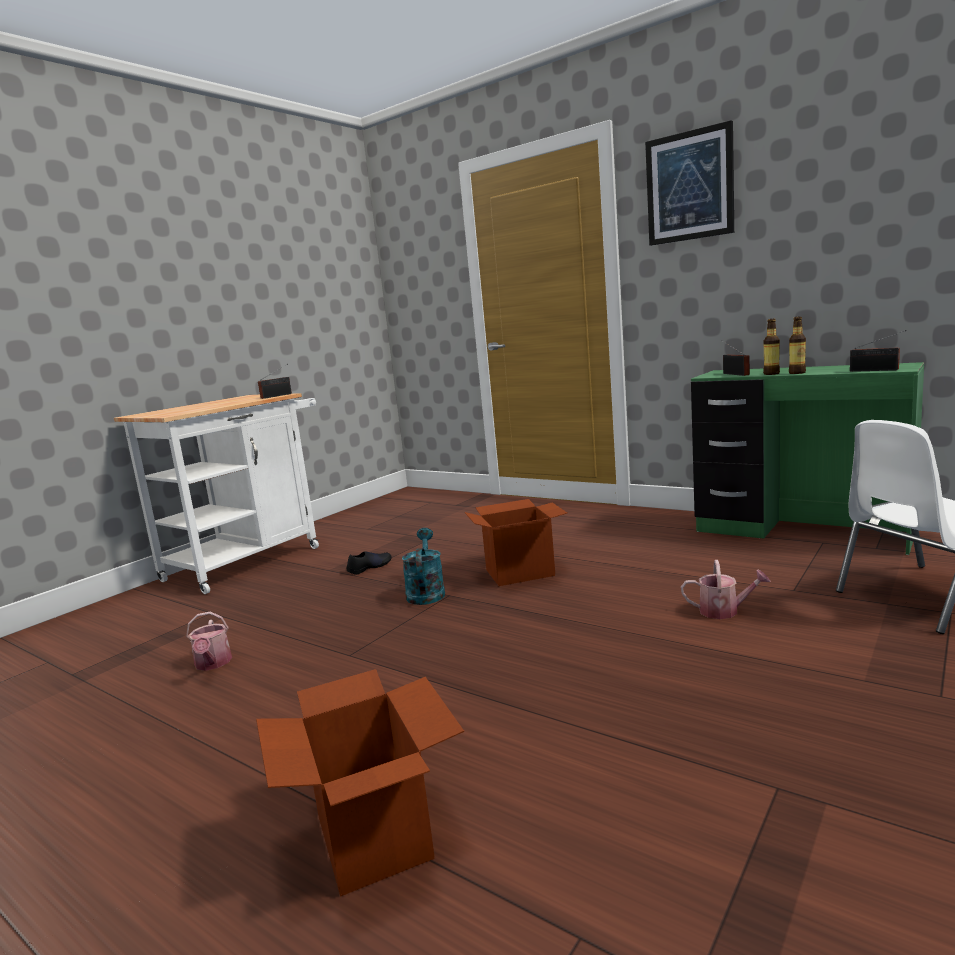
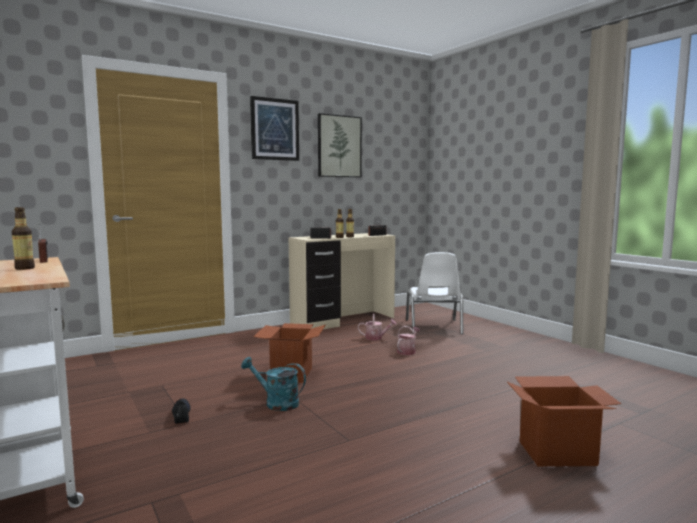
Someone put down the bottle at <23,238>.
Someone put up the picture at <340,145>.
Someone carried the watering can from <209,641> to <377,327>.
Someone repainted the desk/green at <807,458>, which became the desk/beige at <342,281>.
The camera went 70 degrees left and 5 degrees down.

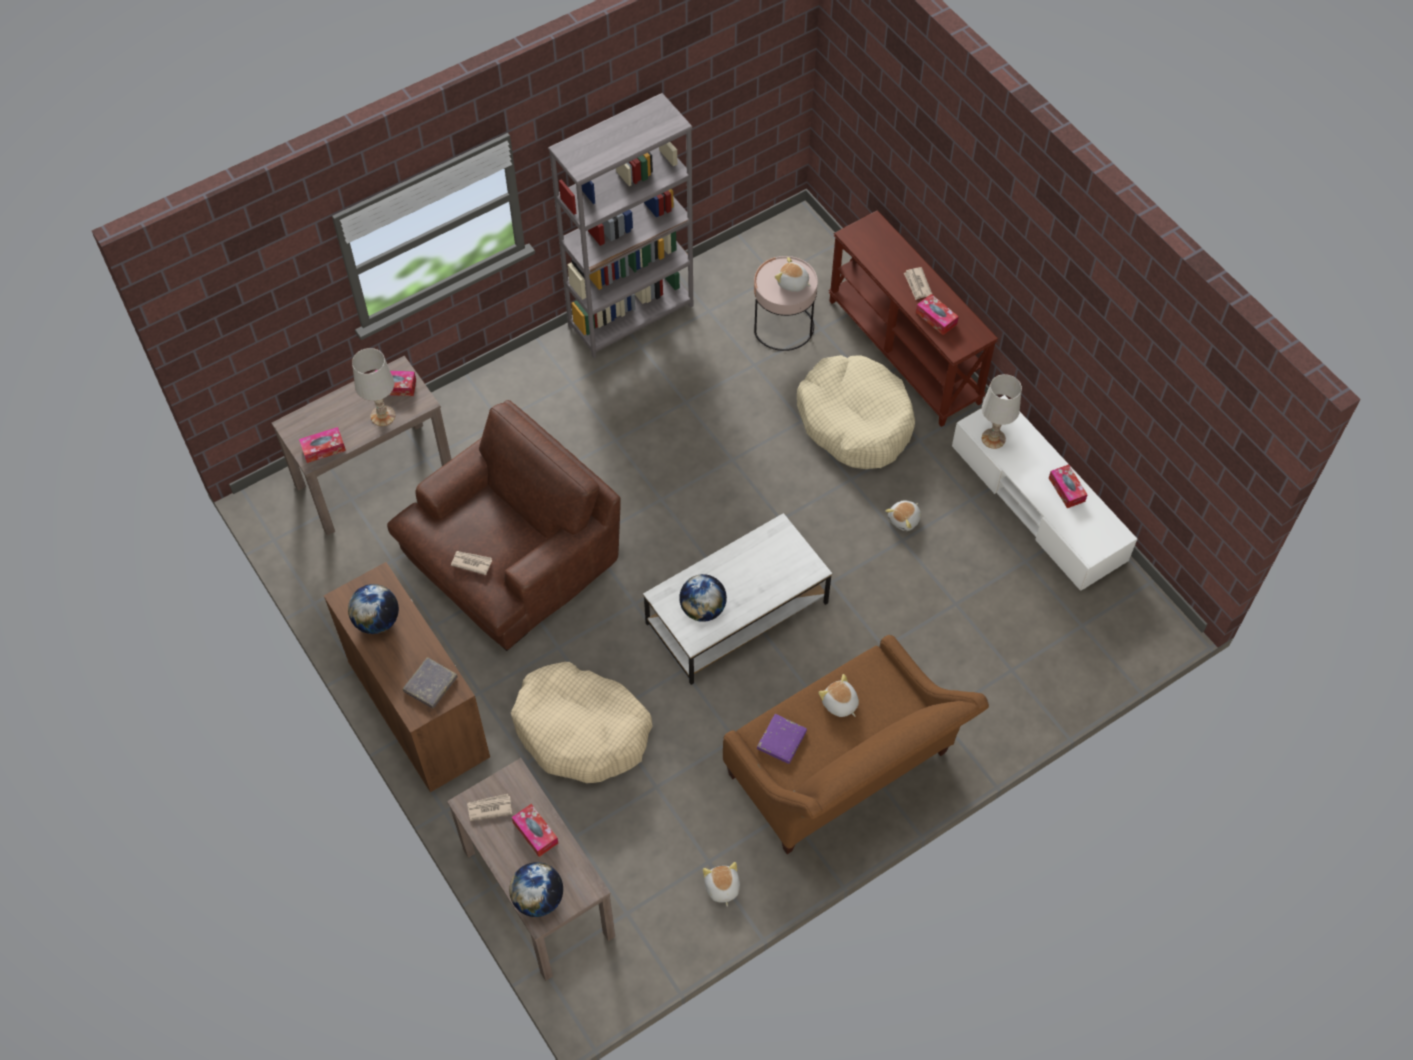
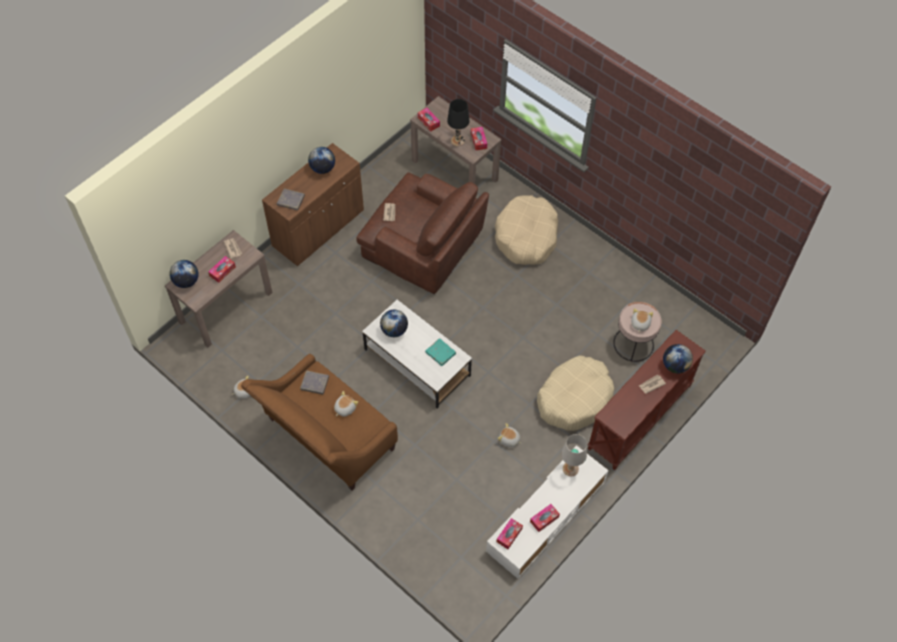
Someone took away the bookcase/grey at <620,225>.
Someone put down the book/turquoise at <440,352>.
Someone put down the globe at <678,359>.
Someone carried the dog bed/beige from <581,722> to <526,230>.
Someone carried the tissue box from <937,314> to <510,533>.
Someone repainted the table lamp/white at <374,387>, which became the table lamp/black at <458,122>.
Someone repainted the book/purple at <782,739>, which became the book/grey at <314,382>.
The camera went 75 degrees right and 0 degrees up.

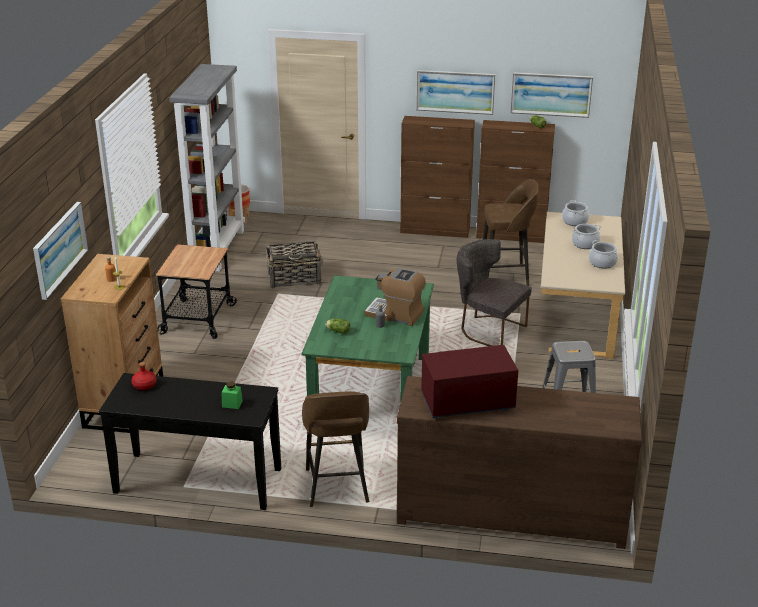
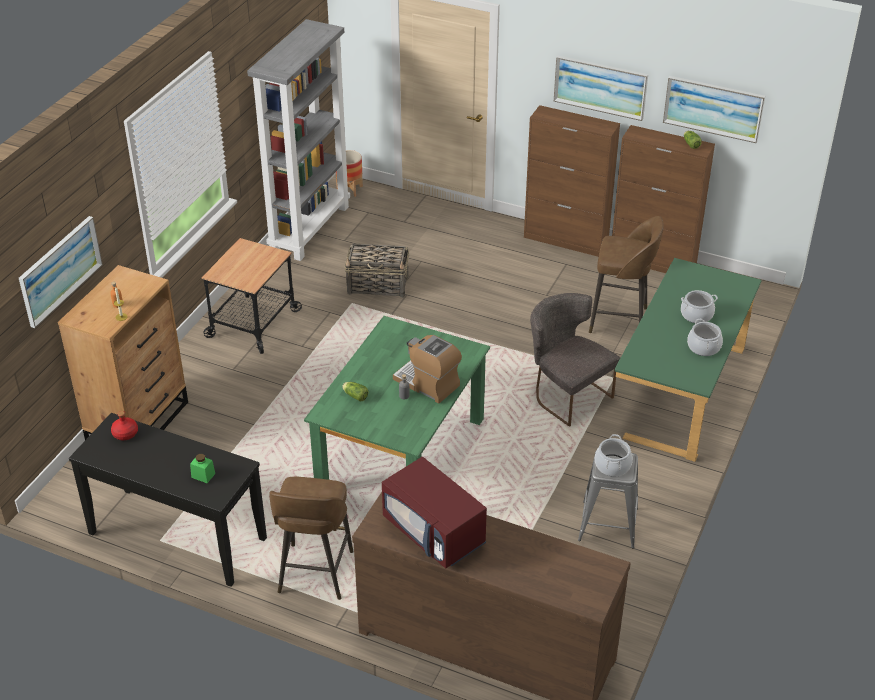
Someone carried the cooking pot from <575,213> to <614,455>.
Someone repainted the desk/beige at <583,285>, which became the desk/green at <688,360>.
Someone rotated the microwave/red at <469,381> by 135 degrees counterclockwise.
The camera went 15 degrees right and 10 degrees up.

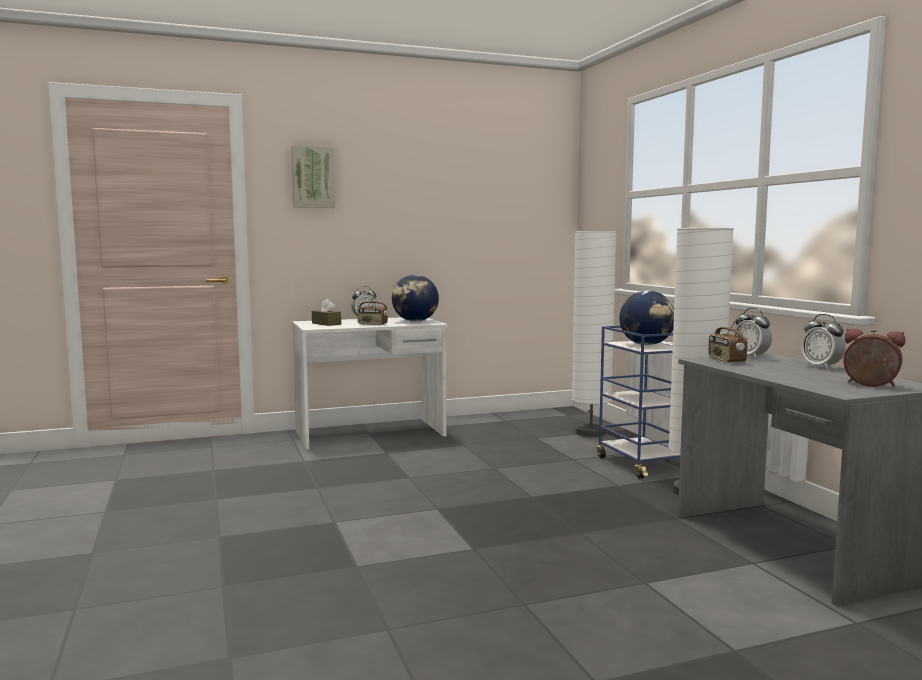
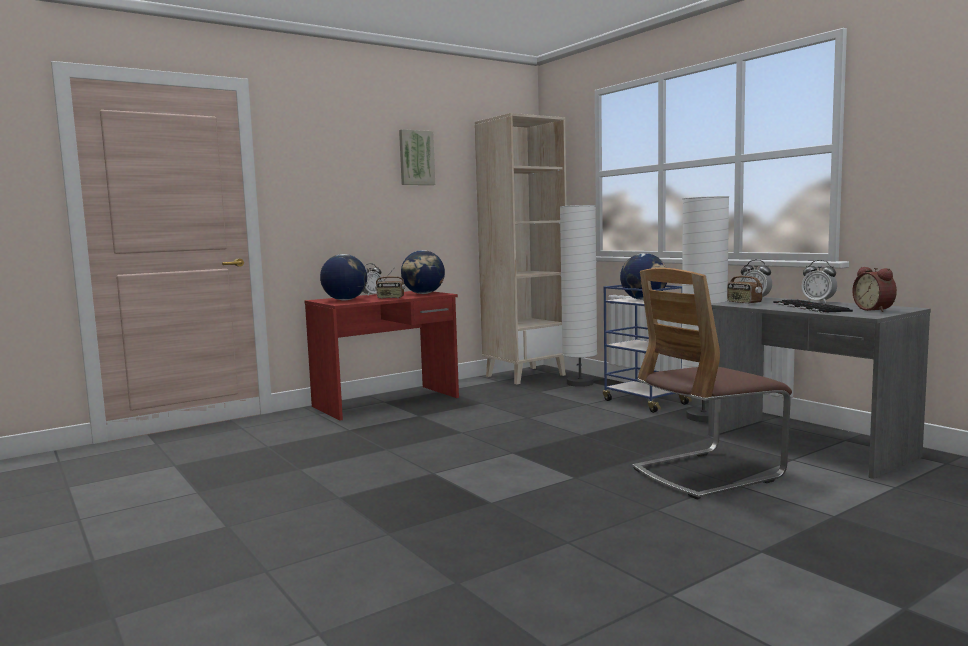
Someone put down the bookcase/beige at <521,249>.
Someone put down the chair at <712,384>.
Someone put down the keyboard at <813,306>.
Someone carried the picture from <313,176> to <417,157>.
Someone swapped the tissue box/brown at <326,312> for the globe at <343,277>.
Someone repainted the desk/white at <370,383>, which became the desk/red at <382,356>.
Someone rotated the alarm clock at <874,358> by 120 degrees counterclockwise.
The camera went 15 degrees left and 0 degrees up.

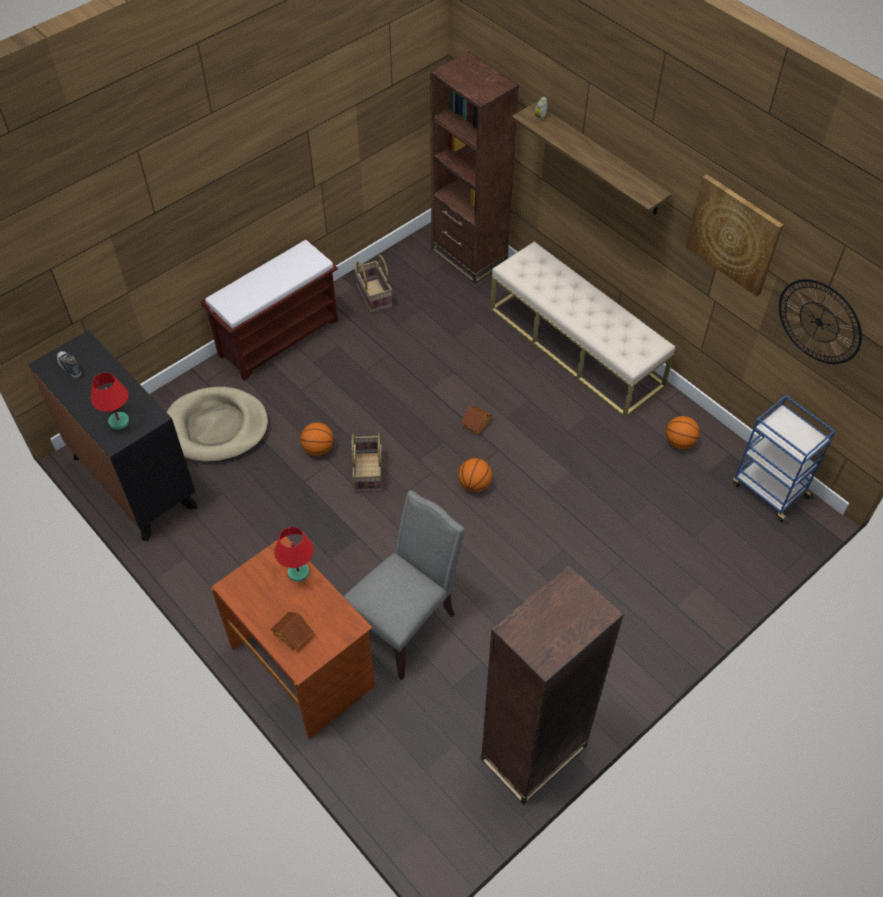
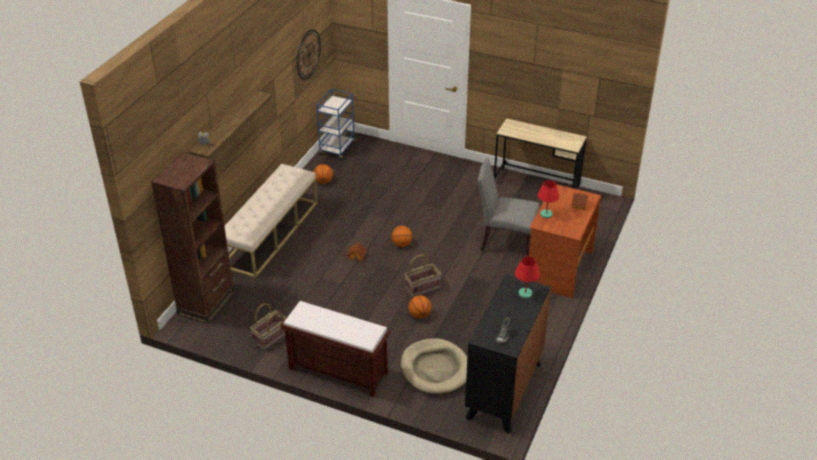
Someone took away the picture at <735,235>.
Someone swapped the bookcase/brown at <552,685> for the desk/beige at <540,153>.
The camera went 115 degrees left and 15 degrees down.

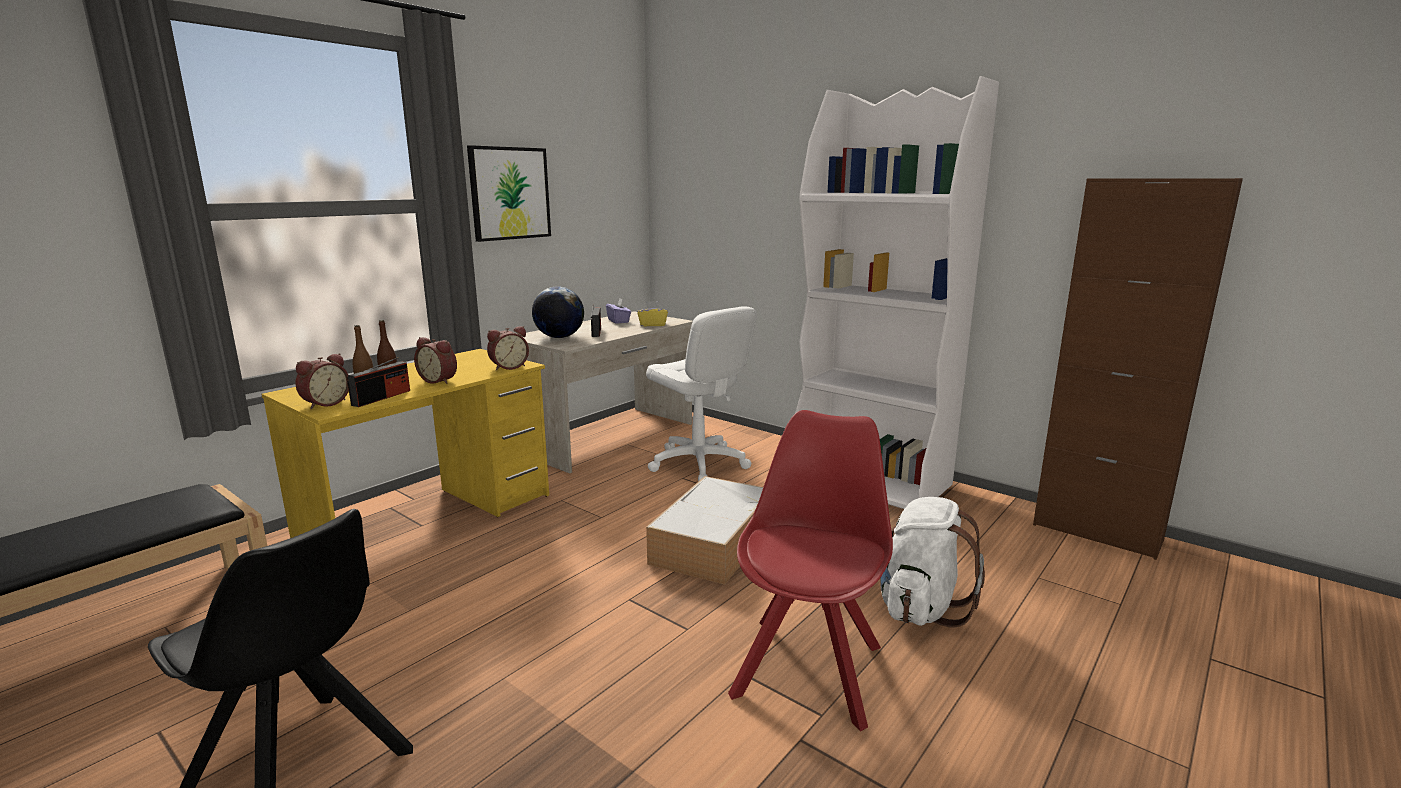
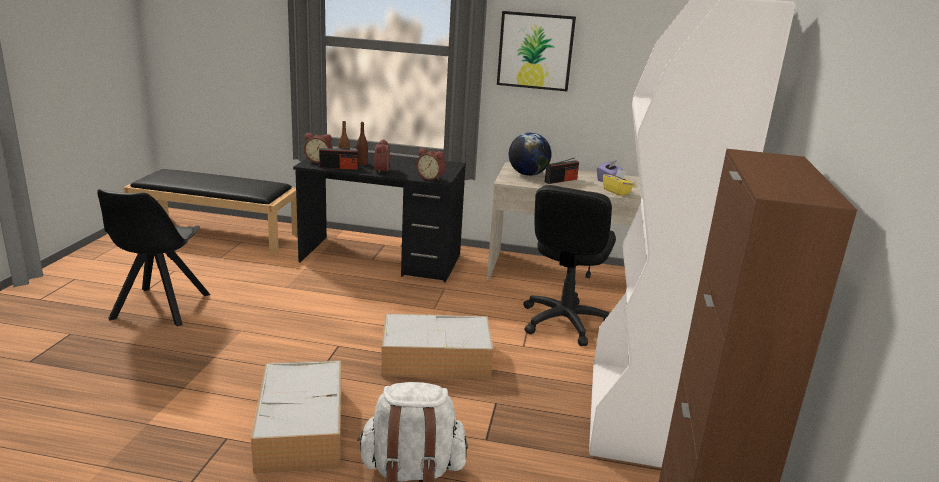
Someone swapped the chair/red at <810,571> for the storage box at <296,417>.
Someone repainted the desk/yellow at <405,443>, which became the desk/black at <379,215>.
Someone repainted the office chair/white at <701,394>, which became the office chair/black at <569,265>.
The camera went 60 degrees right and 5 degrees up.

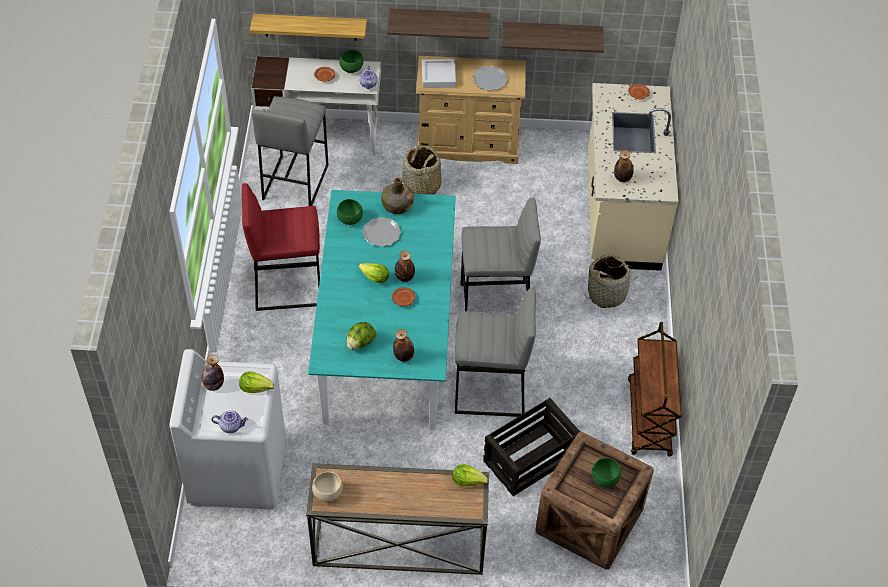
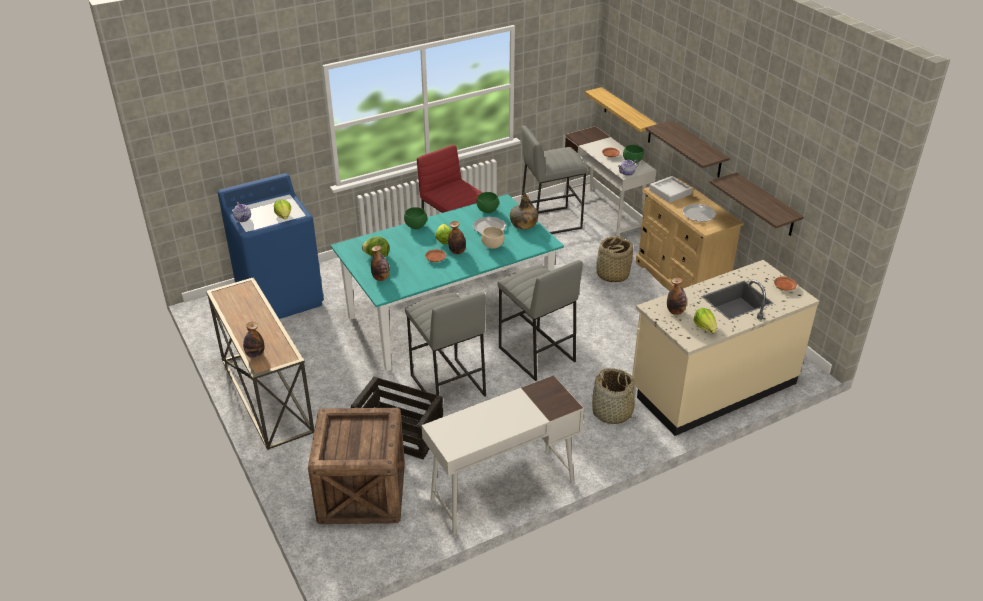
Someone carried the bottle from <213,373> to <253,340>.
Someone carried the bowl/beige from <327,487> to <493,238>.
Someone carried the lettuce from <470,475> to <705,320>.
Someone carried the bowl/green from <606,472> to <415,218>.
Someone swapped the cart/brown at <655,389> for the desk/white at <503,455>.
Someone repainted the washing machine/white at <227,429>, which became the washing machine/blue at <271,246>.
The camera went 60 degrees right and 15 degrees down.

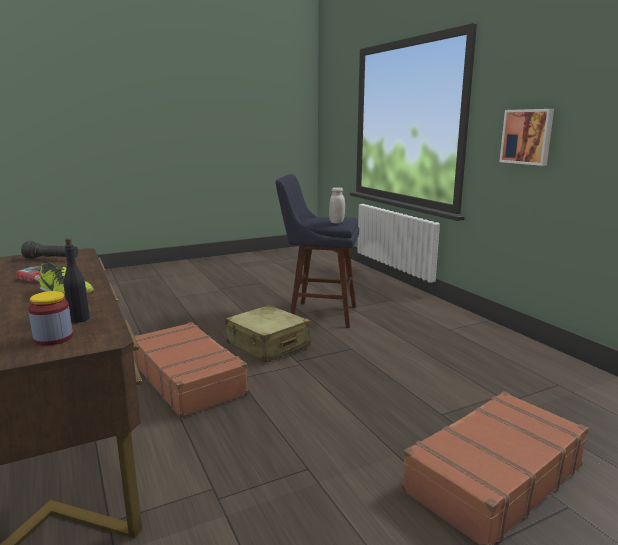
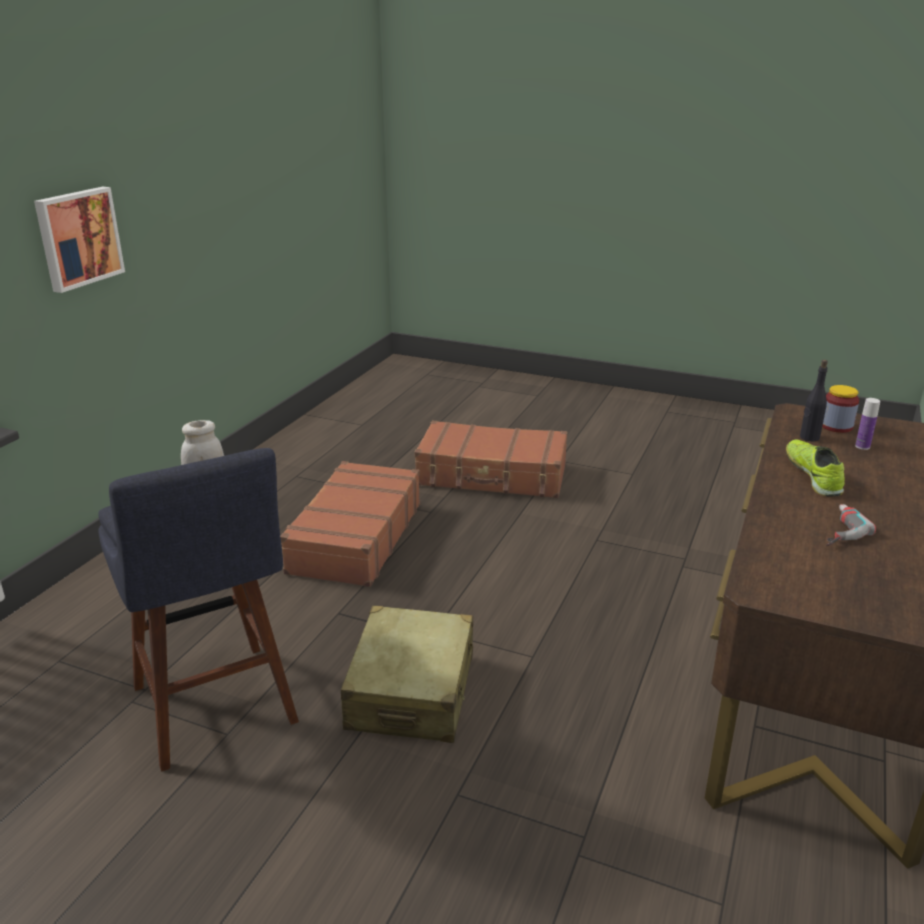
Someone took away the flashlight/black at <50,250>.
Someone put down the bottle at <867,424>.
Someone carried the suitcase/brown from <190,370> to <350,524>.
The camera went 130 degrees left and 10 degrees up.

